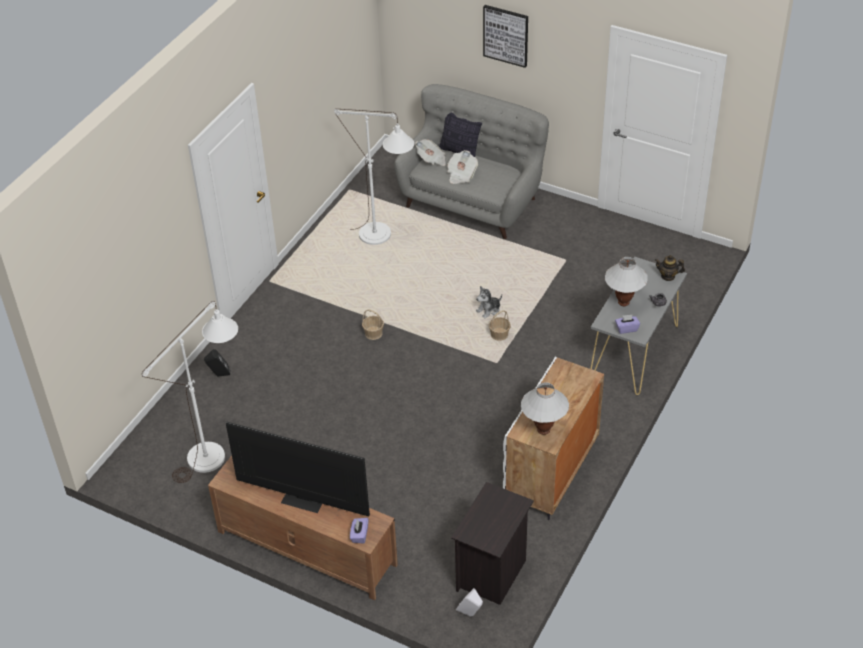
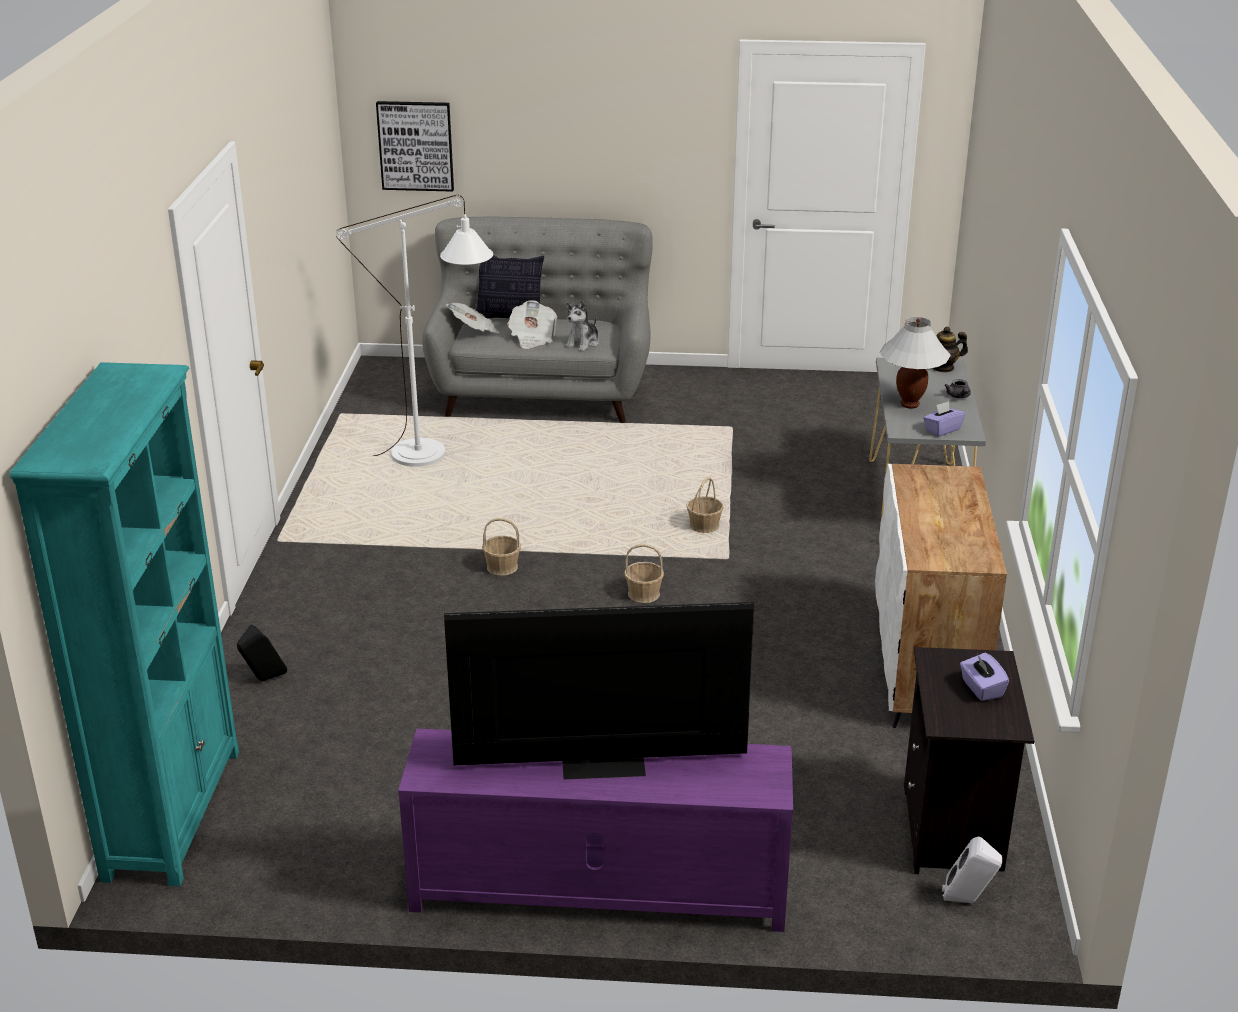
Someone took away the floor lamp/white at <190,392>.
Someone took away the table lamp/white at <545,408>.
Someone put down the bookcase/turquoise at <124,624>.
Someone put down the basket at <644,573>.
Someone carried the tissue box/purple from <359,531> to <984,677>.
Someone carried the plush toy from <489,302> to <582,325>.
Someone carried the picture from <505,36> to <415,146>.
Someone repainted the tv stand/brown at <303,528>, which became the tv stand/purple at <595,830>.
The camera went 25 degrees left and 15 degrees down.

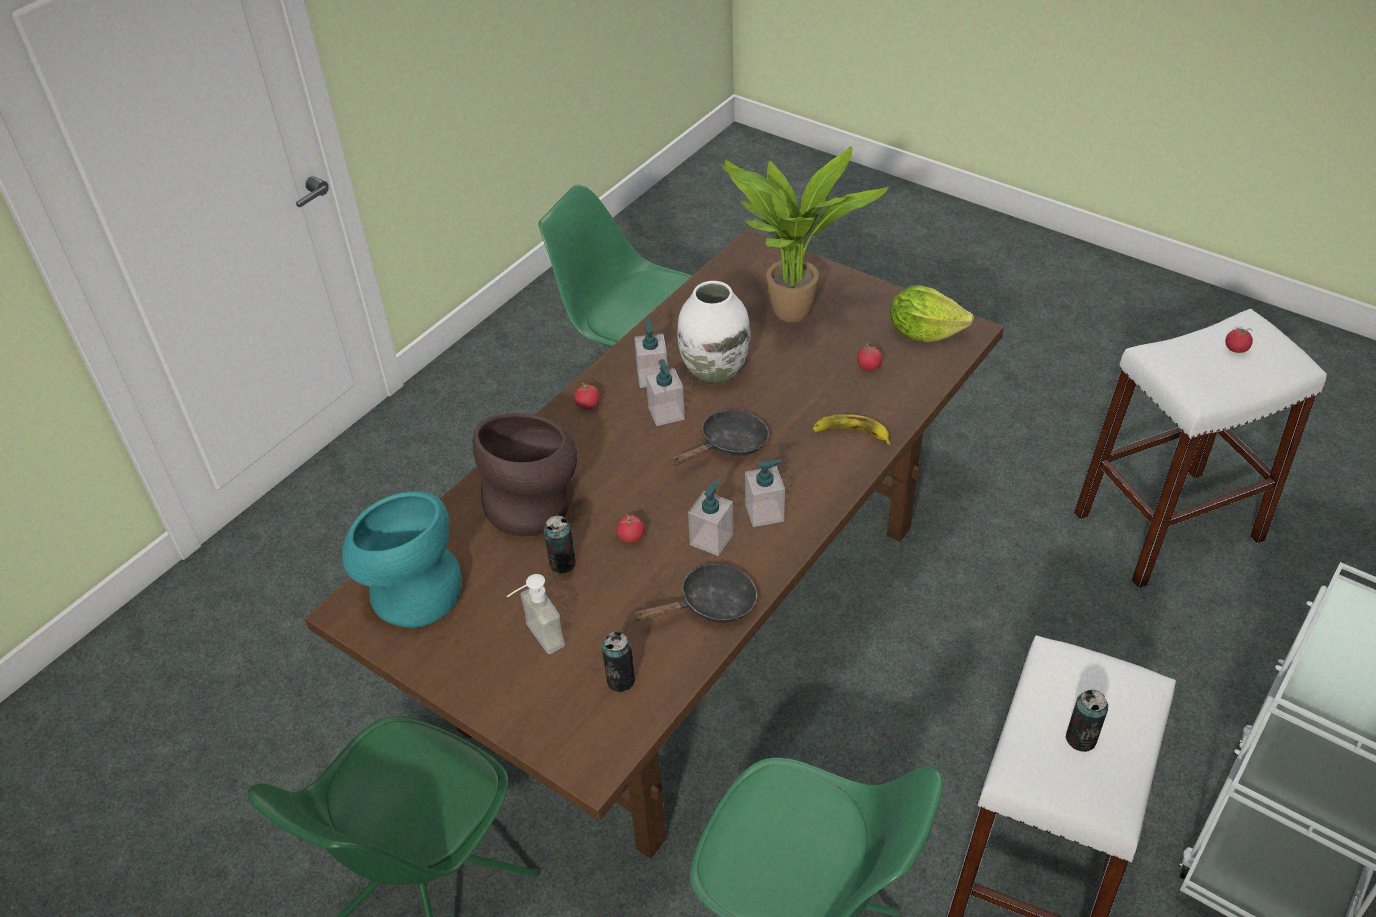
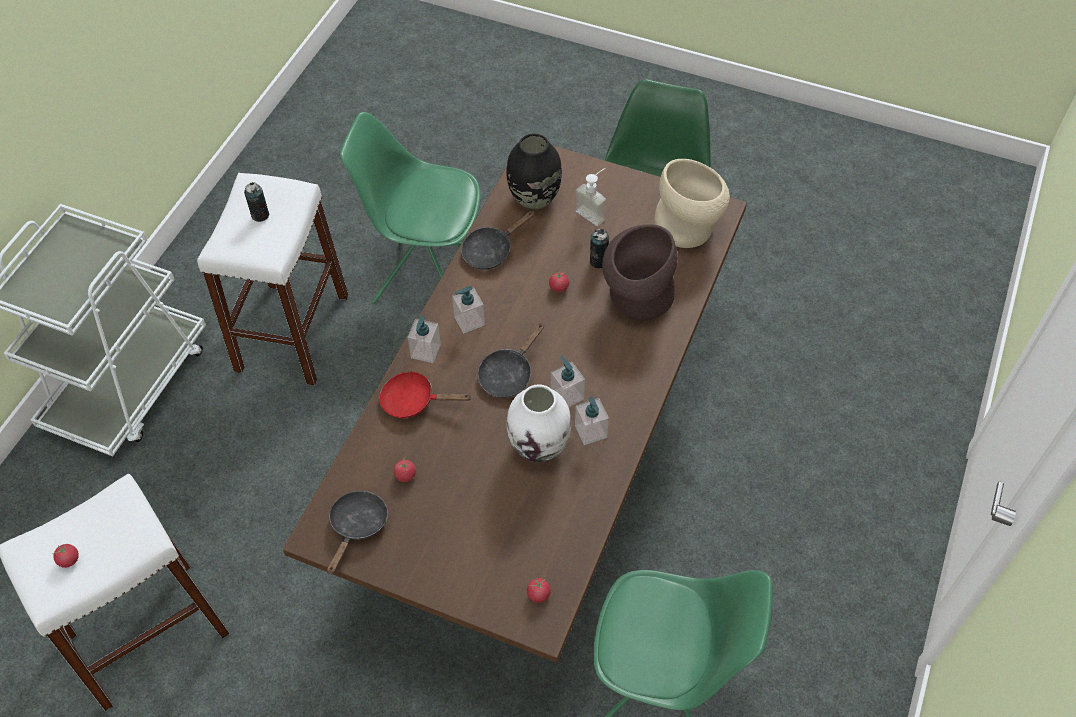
Someone took away the potted plant at <805,234>.
Someone carried the tomato from <587,396> to <539,590>.
Someone carried the soap dispenser from <710,517> to <424,339>.
Someone swapped the can at <619,661> for the vase/black at <534,171>.
Someone swapped the banana at <851,430> for the frying pan/red at <425,394>.
Someone swapped the lettuce at <932,313> for the frying pan/black at <357,532>.
Someone repainted the vase/turquoise at <401,559>, which became the vase/beige at <692,203>.
The camera went 165 degrees right and 10 degrees up.

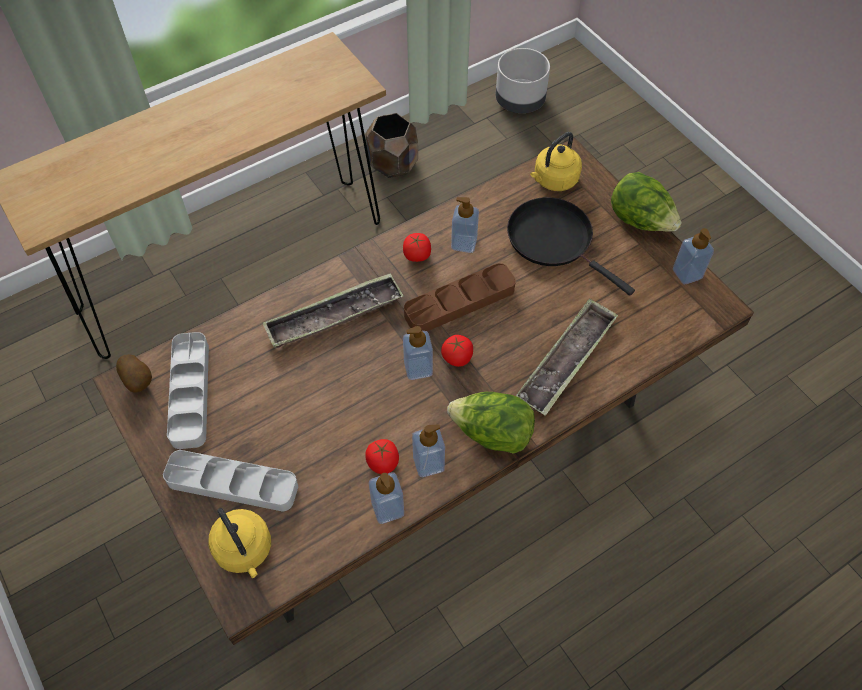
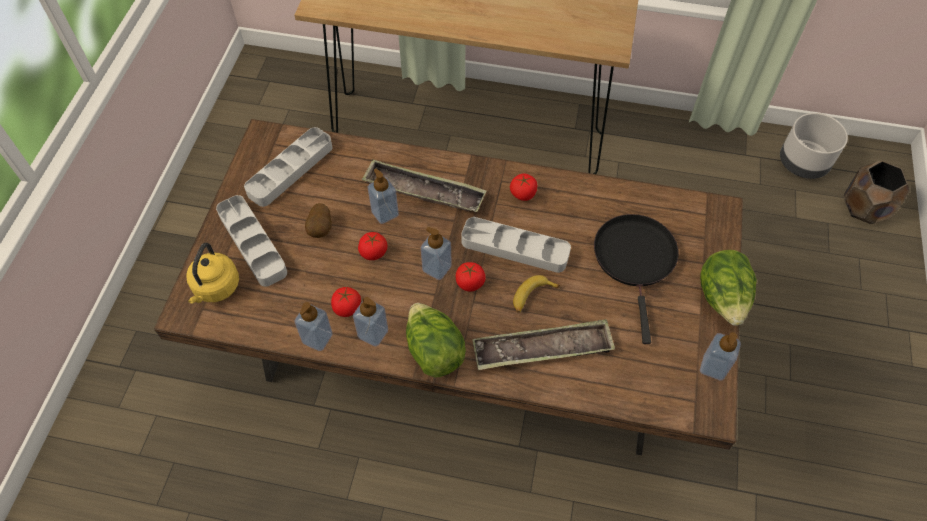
Someone took away the kettle/yellow at <556,161>.
Someone put down the tomato at <373,246>.
Someone put down the banana at <536,294>.
Someone carried the potato from <134,373> to <318,220>.
Someone carried the planter/brown from <392,145> to <877,192>.
Someone carried the soap dispenser from <465,225> to <383,196>.
Someone repainted the tray/brown at <460,297>, which became the tray/grey at <516,245>.
The camera went 45 degrees right and 0 degrees up.

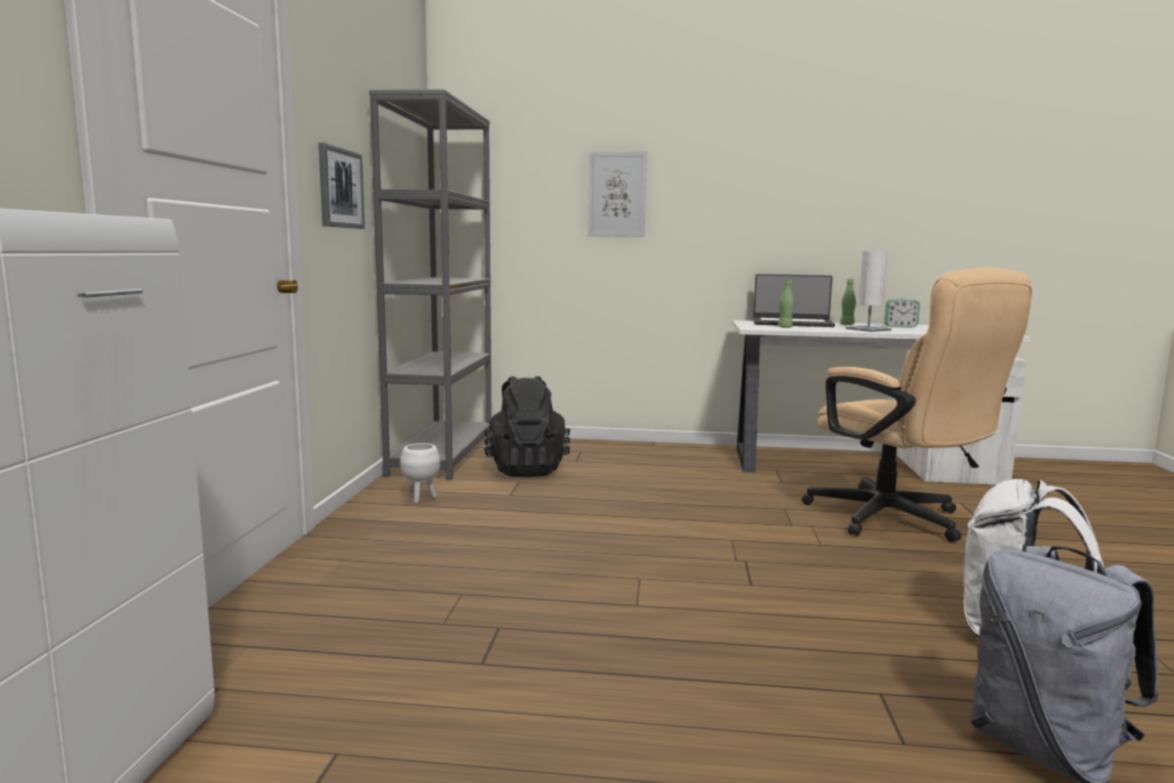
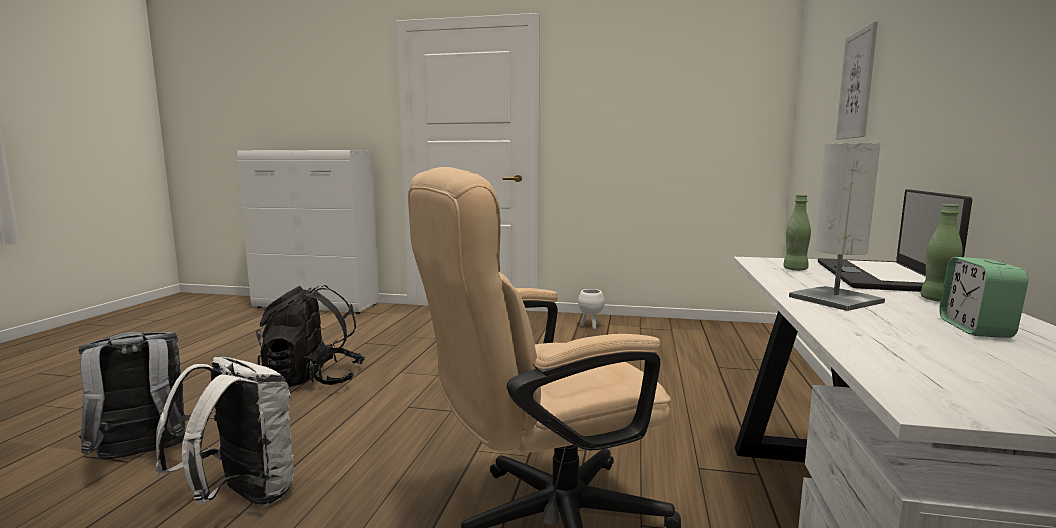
Someone took away the picture at <342,186>.
Someone took away the bookcase/grey at <430,284>.
Someone carried the backpack/black from <527,426> to <310,336>.
The camera went 95 degrees right and 0 degrees up.

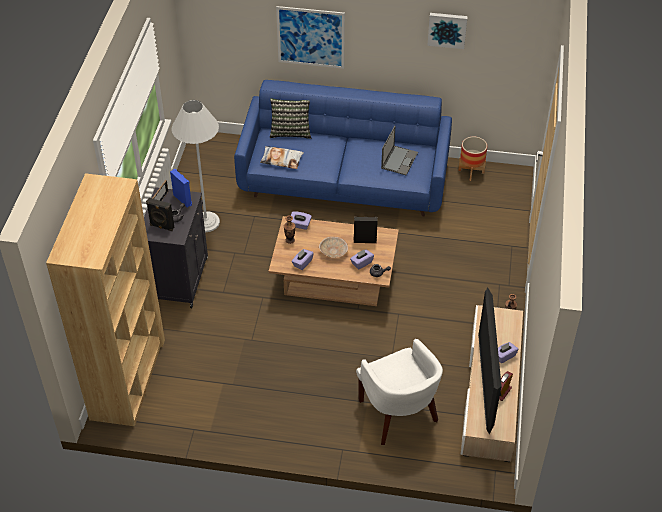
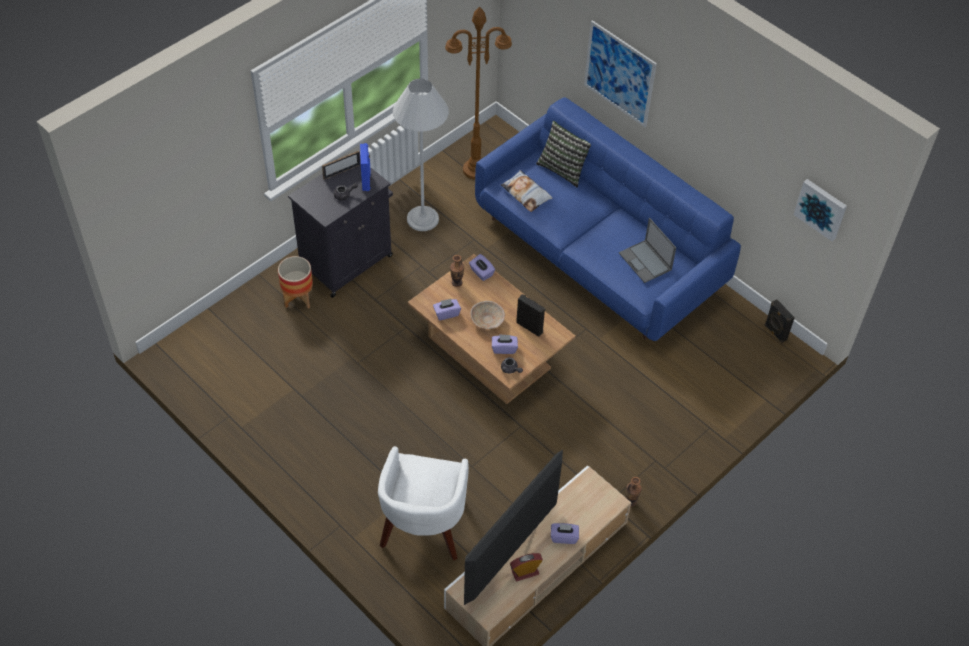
Someone took away the bookcase/brown at <105,299>.
Someone put down the floor lamp/brown at <478,92>.
Someone carried the speaker/black from <160,214> to <780,321>.
Someone carried the picture from <447,31> to <820,210>.
Someone carried the planter from <472,159> to <295,282>.
Someone rotated the laptop at <399,150> by 90 degrees clockwise.
The camera went 35 degrees right and 5 degrees up.

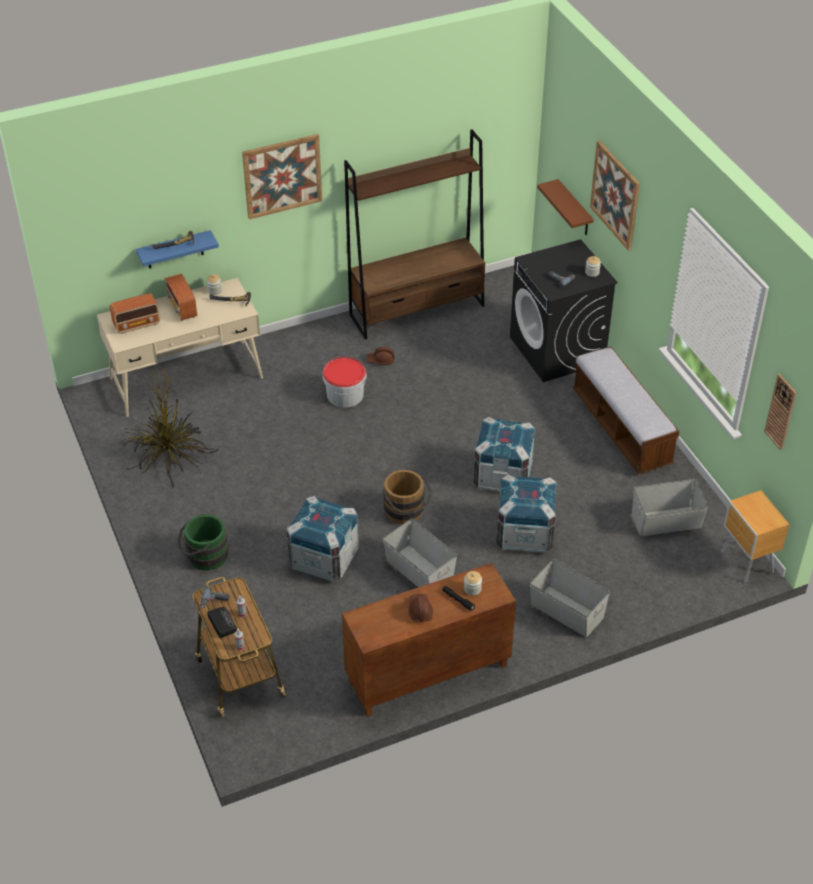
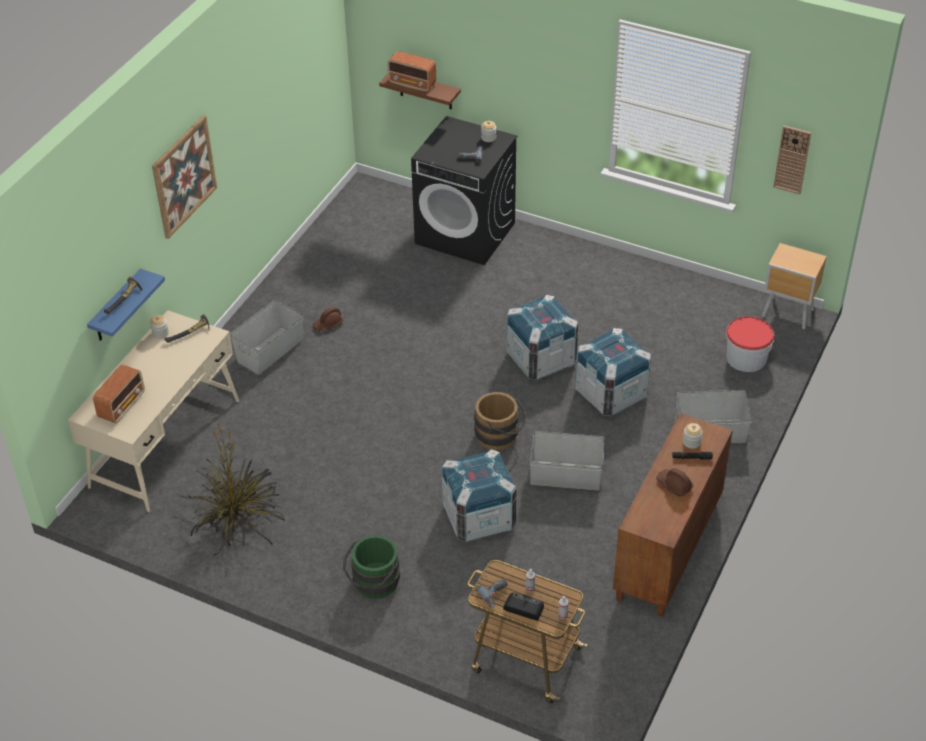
Someone took away the bookcase/brown at <414,234>.
Someone took away the bench at <626,410>.
Someone took away the picture at <615,196>.
Someone carried the radio from <181,297> to <411,71>.
Someone carried the bucket from <344,382> to <750,344>.
Someone carried the storage box/grey from <670,508> to <266,337>.
The camera went 40 degrees left and 0 degrees up.

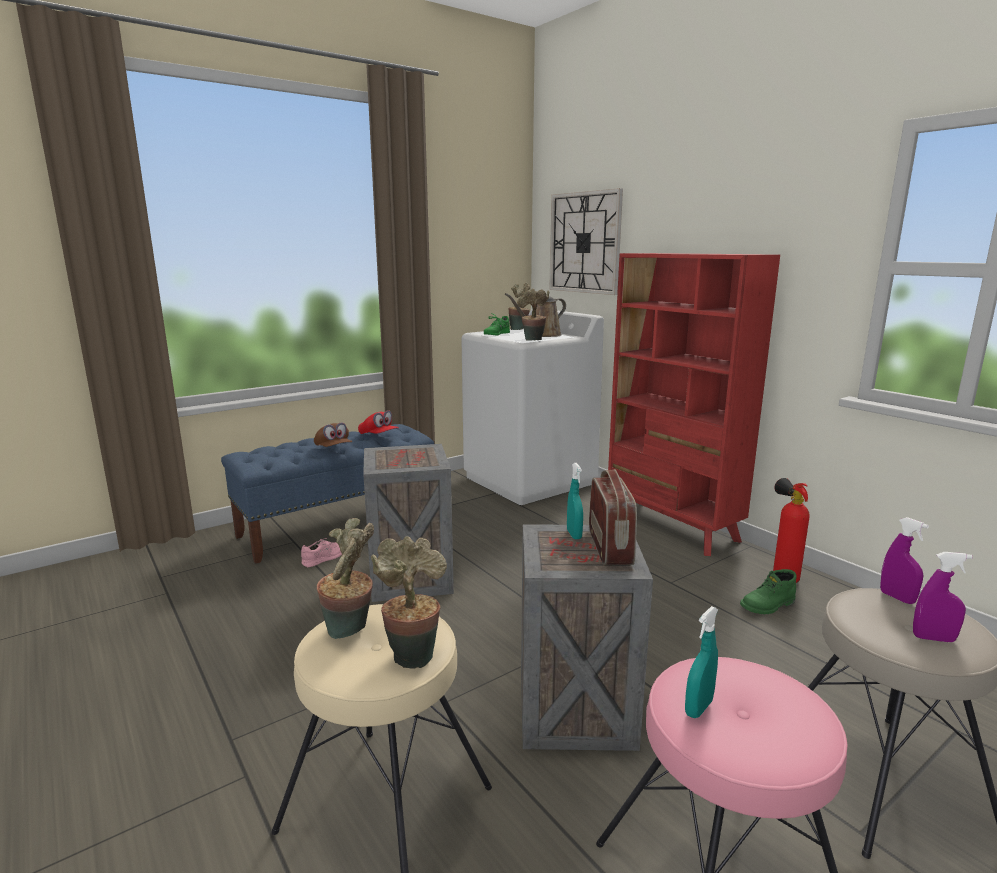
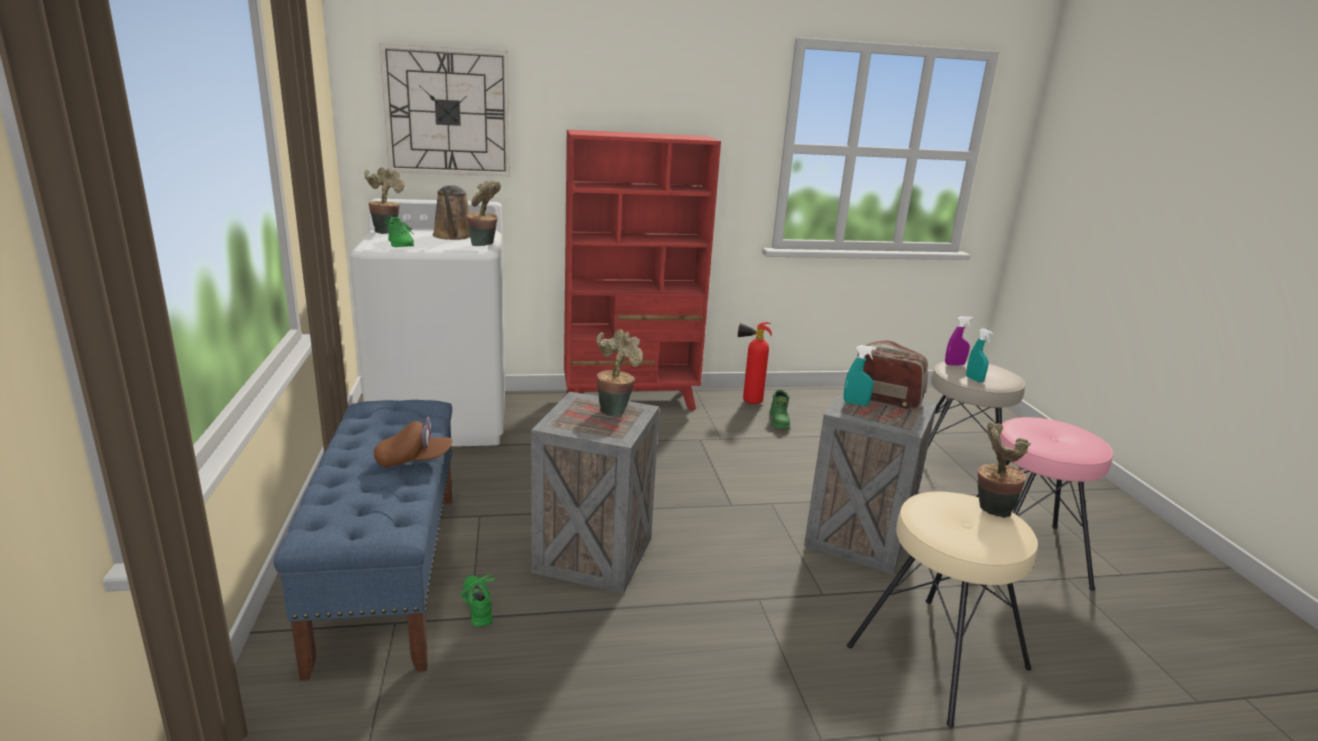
Someone took away the cap/red at <378,422>.
Someone took away the spray bottle/purple at <942,597>.
Someone carried the potted plant from <345,578> to <619,372>.
Someone carried the spray bottle/turquoise from <701,662> to <979,355>.
Someone repainted the shoe/pink at <321,552>, which became the shoe/green at <477,600>.
The camera went 65 degrees left and 5 degrees up.

